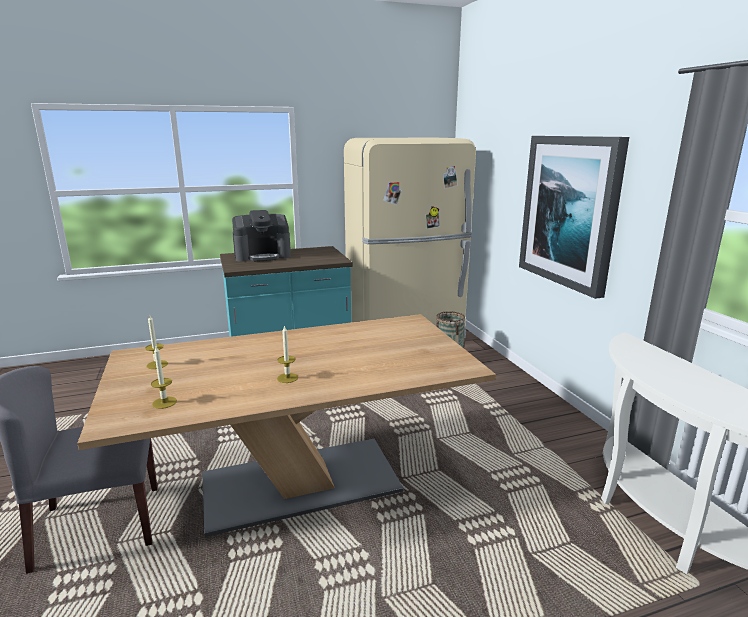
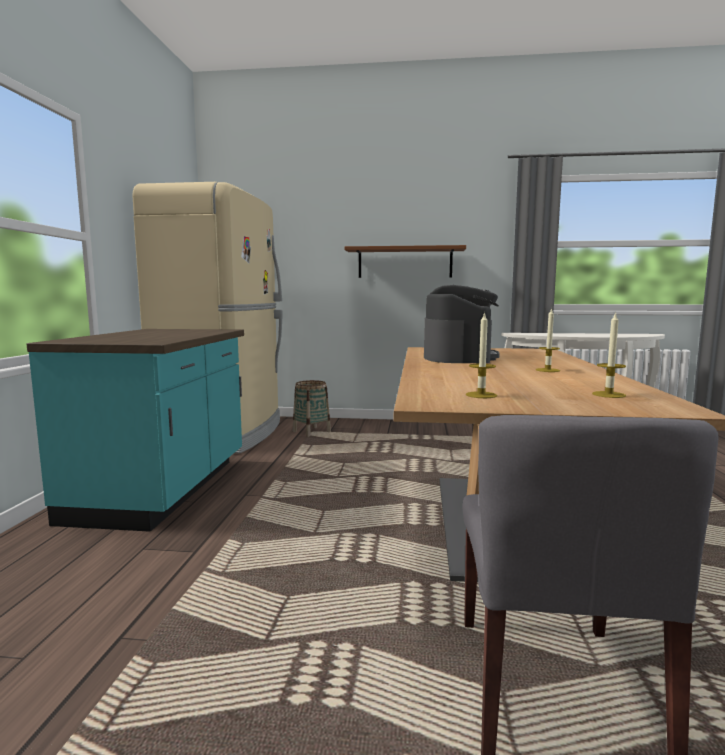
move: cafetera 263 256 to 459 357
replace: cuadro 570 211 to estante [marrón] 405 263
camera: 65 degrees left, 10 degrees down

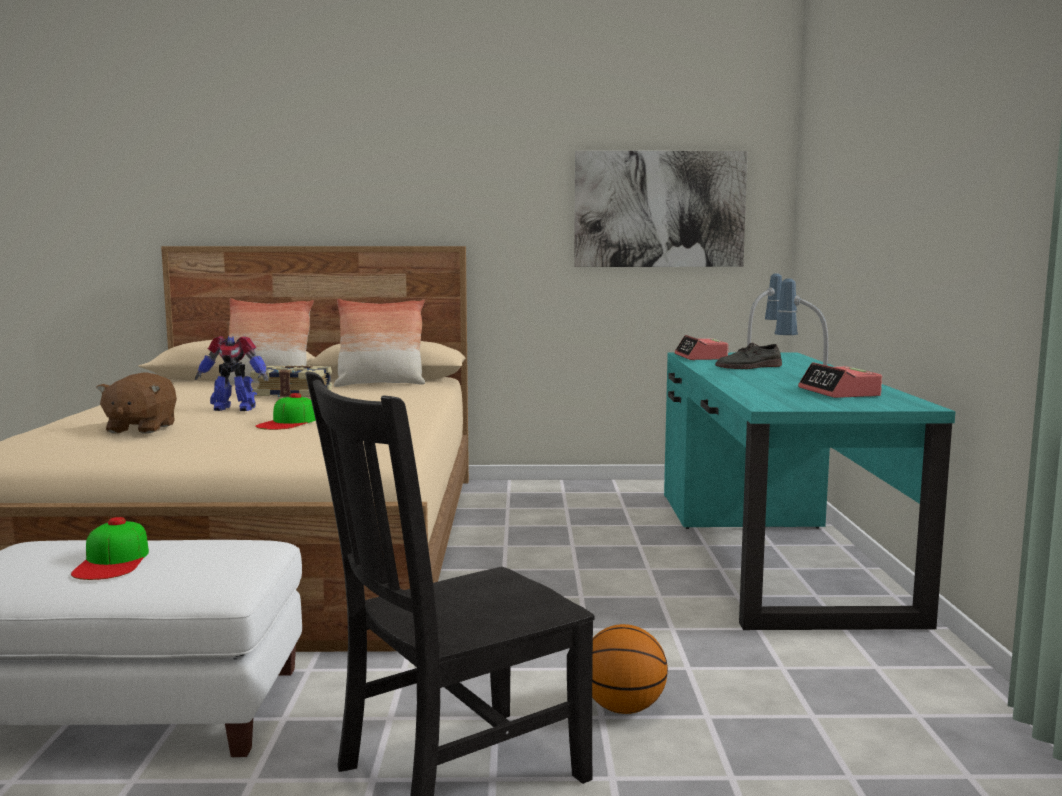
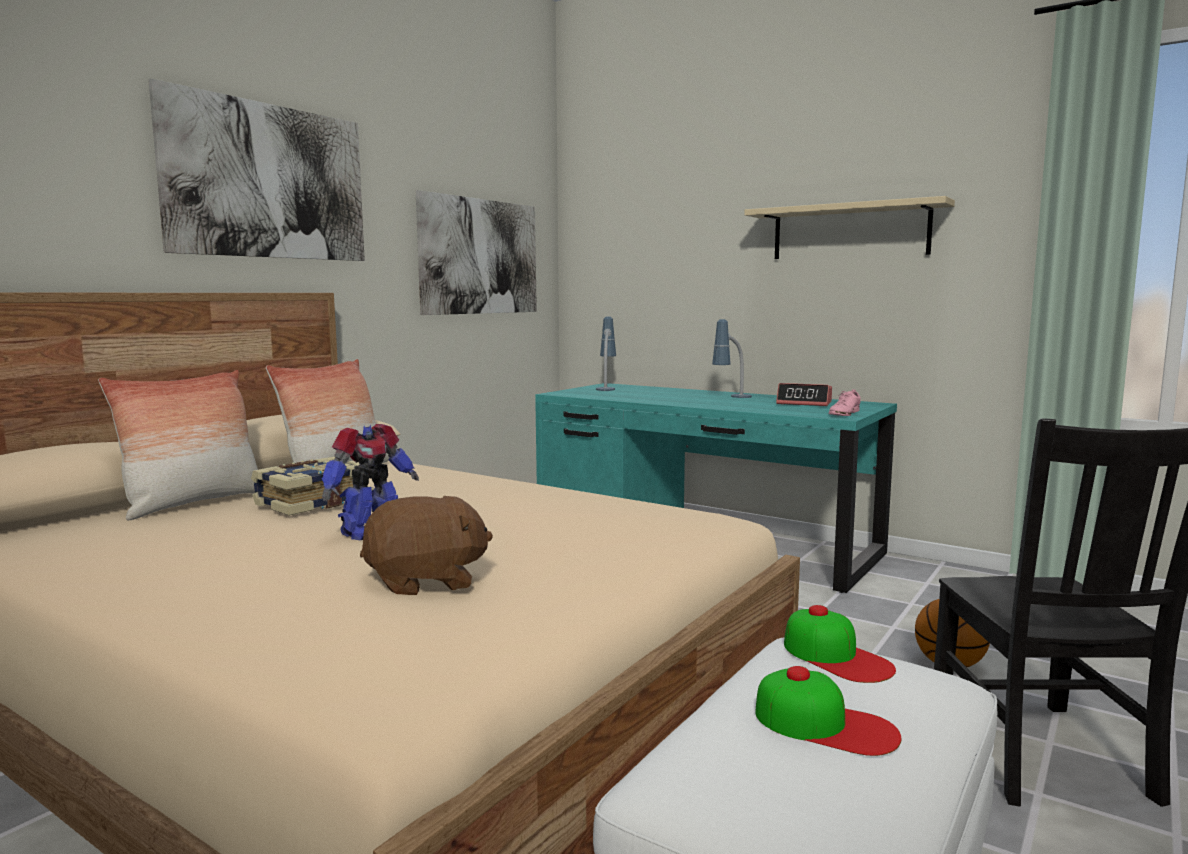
delete: despertador 701 357; zapato [gris] 749 367
insert: cuadro 268 181; estante [beis] 849 232; zapato [rosa] 844 414
move: gorra 288 422 to 836 656
rotate: peluche [marrón] 140 428 = 426 582 60 degrees counterclockwise
camera: 55 degrees left, 0 degrees up

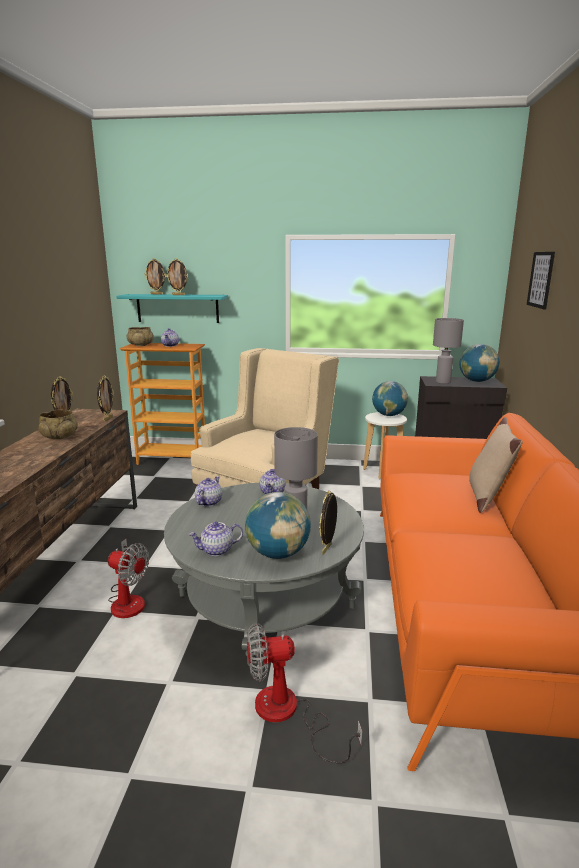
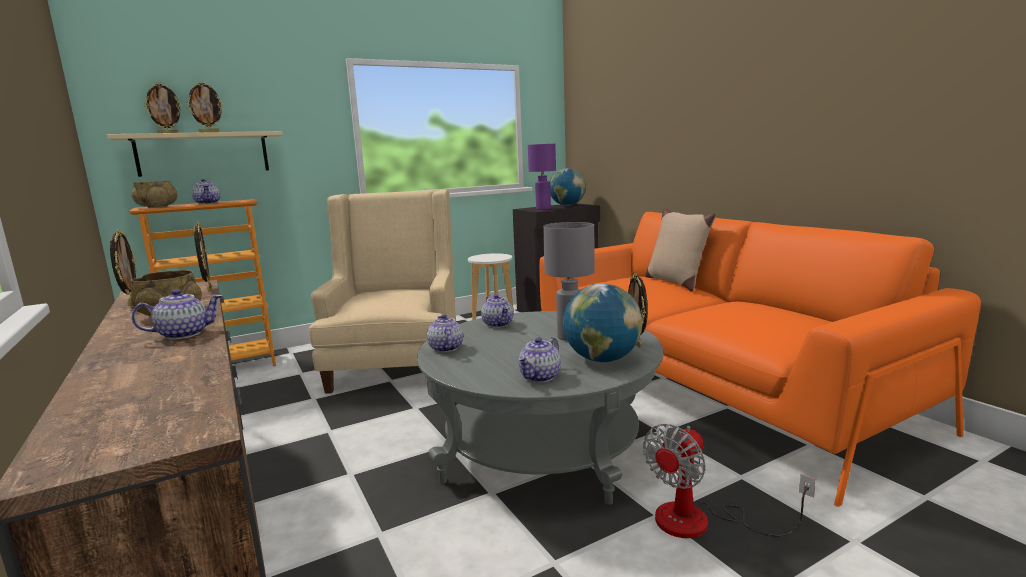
delete: ventilador 128 599; globo terráqueo 389 415; cuadro 540 279
insert: tetera 184 334
recolor: estante [turquesa] 177 308 to estante [beis] 203 154; lámpara de mesa [gris] 443 382 to lámpara de mesa [morado] 543 209
camera: 35 degrees left, 5 degrees down

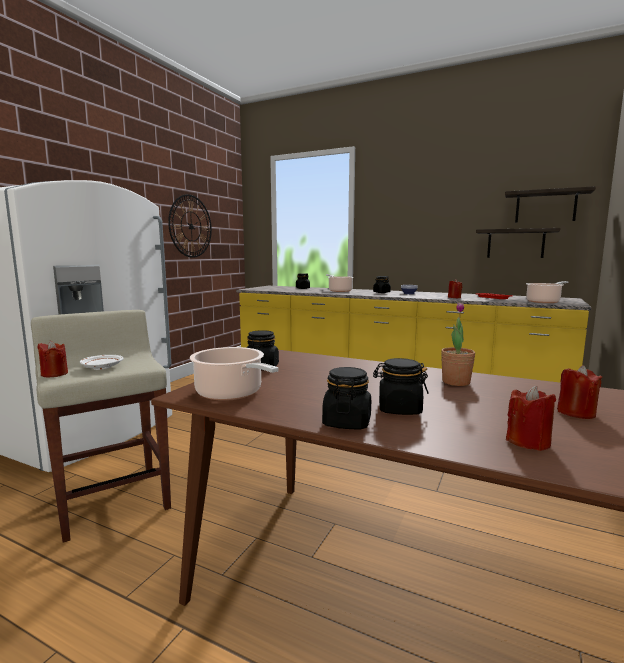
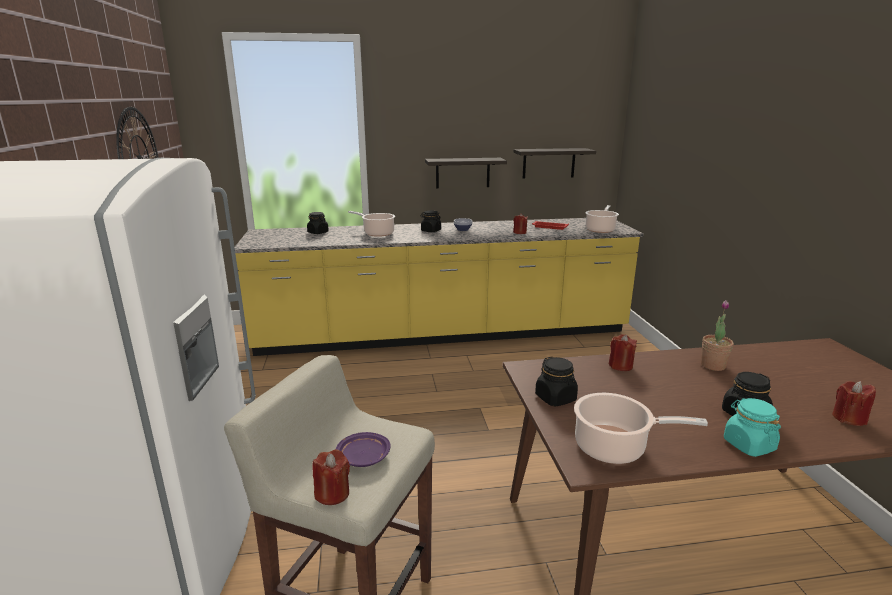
move: estante 545 207 to 462 173; vela [rojo] 576 412 to 620 366
recolor: plato [blanco] 102 367 to plato [morado] 363 457; tarro [negro] 347 422 to tarro [turquesa] 748 445
camera: 35 degrees left, 10 degrees up

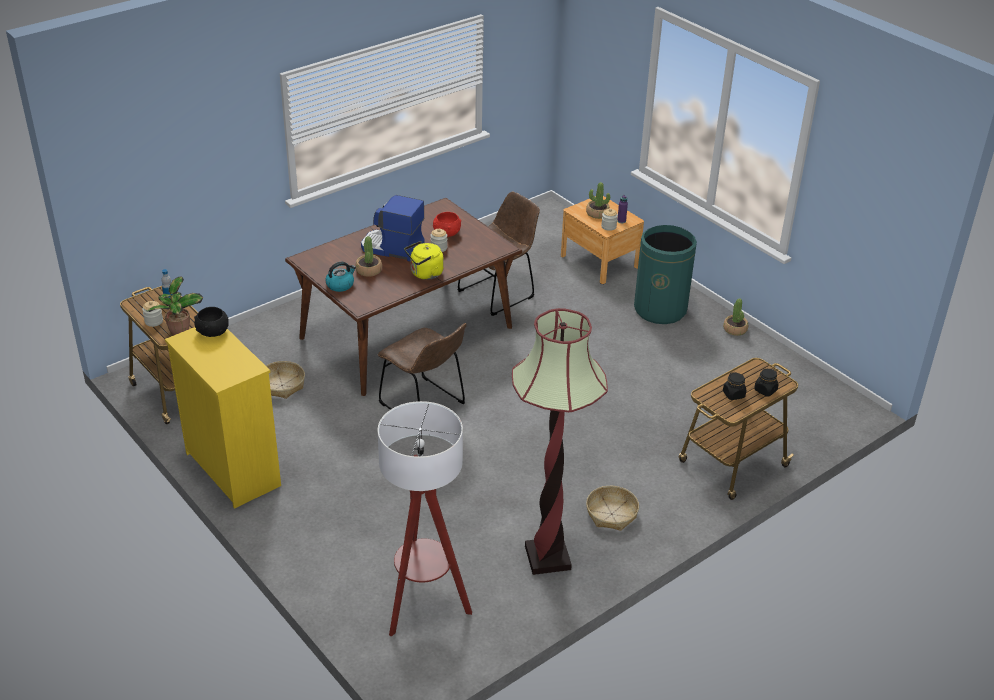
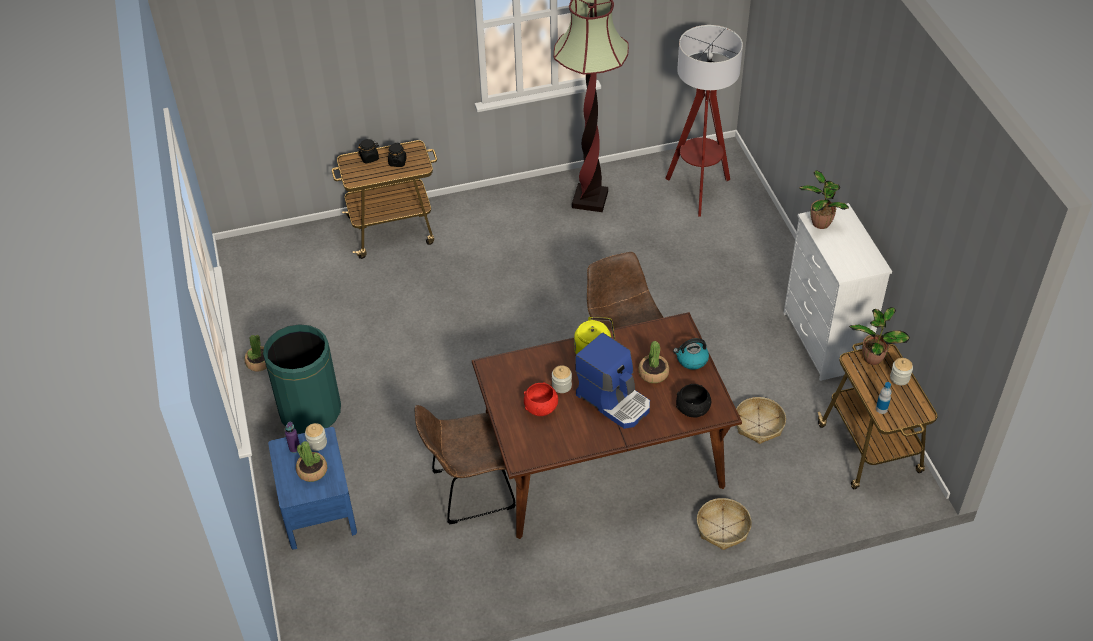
insert: planta en maceta 819 222
move: cuenco [negro] 213 331 to 692 409; cesta 611 514 to 723 528
recolor: cómoda [amarillo] 233 468 to cómoda [blanco] 824 342; mesita de noche [marrón] 599 261 to mesita de noche [azul] 318 508
camera: 155 degrees left, 10 degrees up

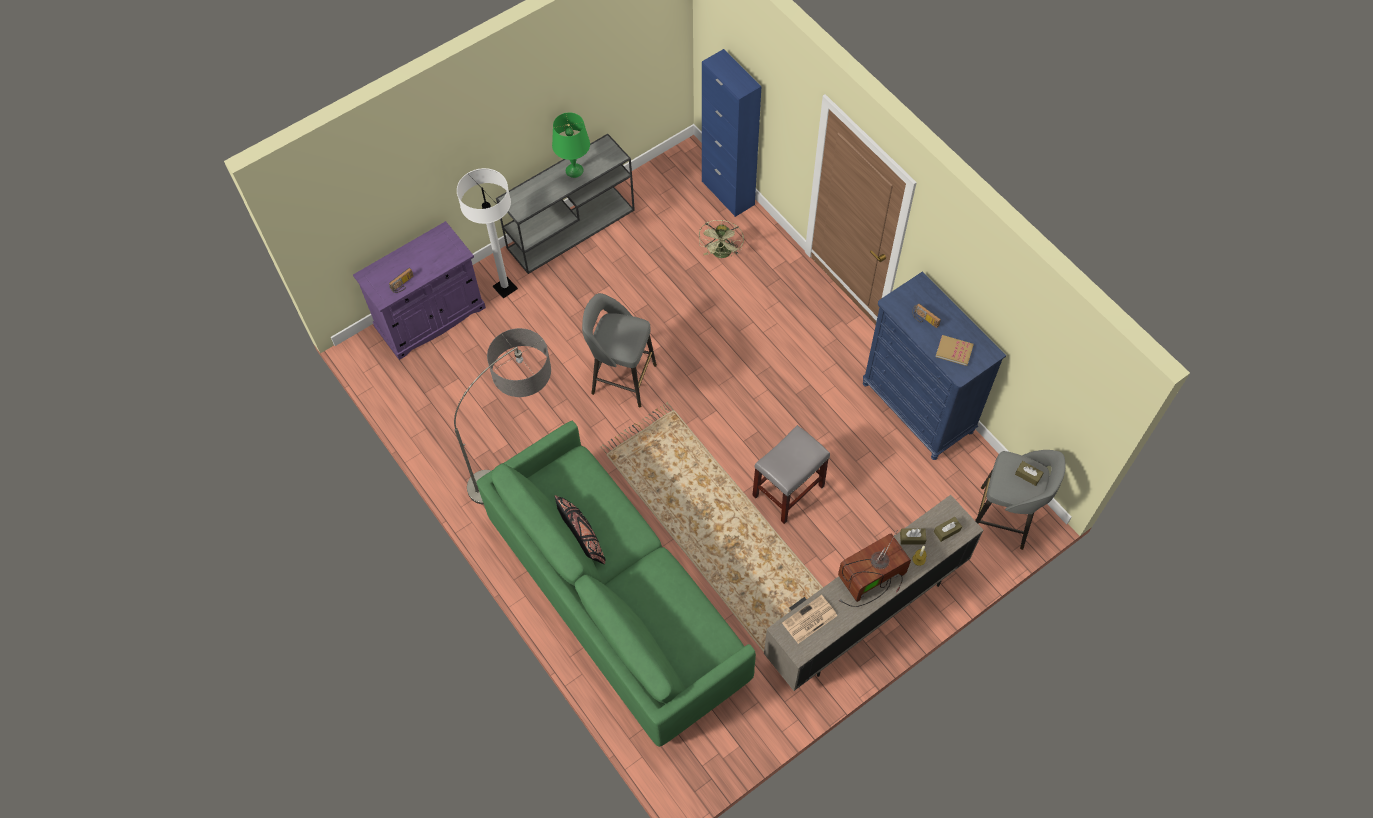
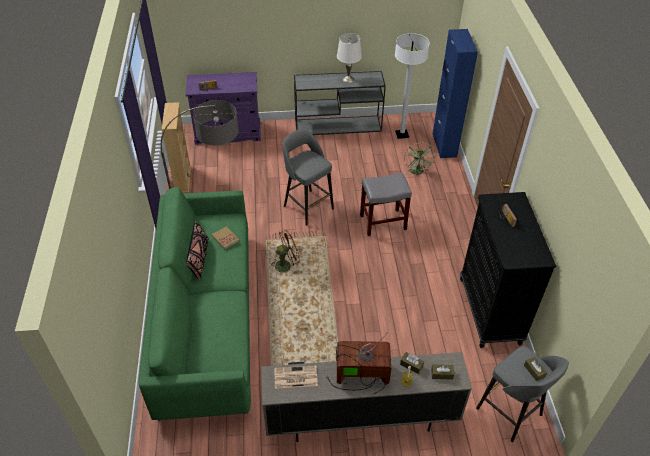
insert: estantería [beis] 183 179; ventilador [marrón] 286 265
move: lámpara de pie [blanco] 505 288 to 402 134; taburete [gris] 788 490 to 383 222; libro 954 351 to 225 238
recolor: lámpara de mesa [verde] 574 170 to lámpara de mesa [blanco] 348 79; cómoda [azul] 917 408 to cómoda [negro] 490 311
rotate: ventilador [verde] 722 254 = 417 172 45 degrees counterclockwise
camera: 30 degrees right, 15 degrees down

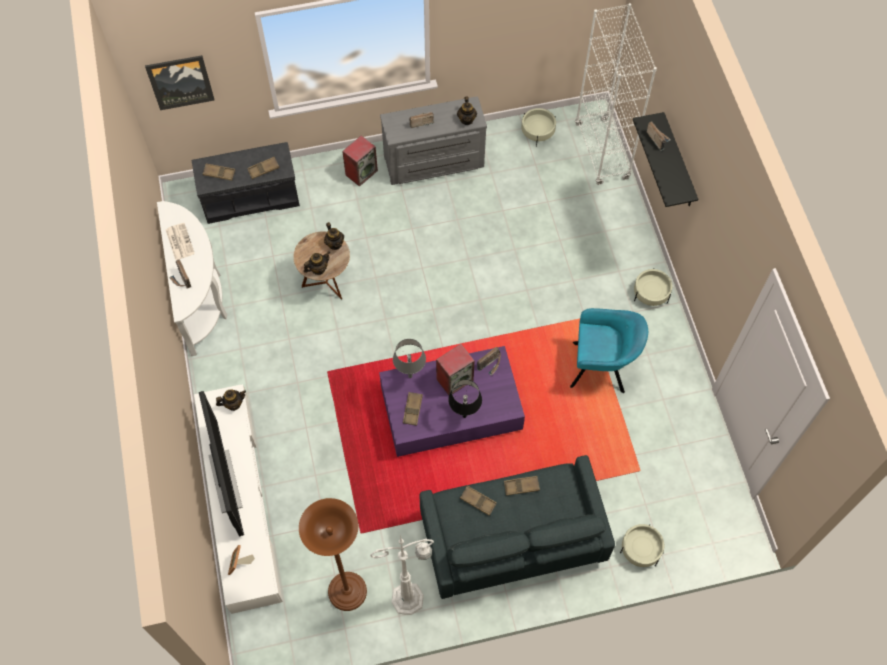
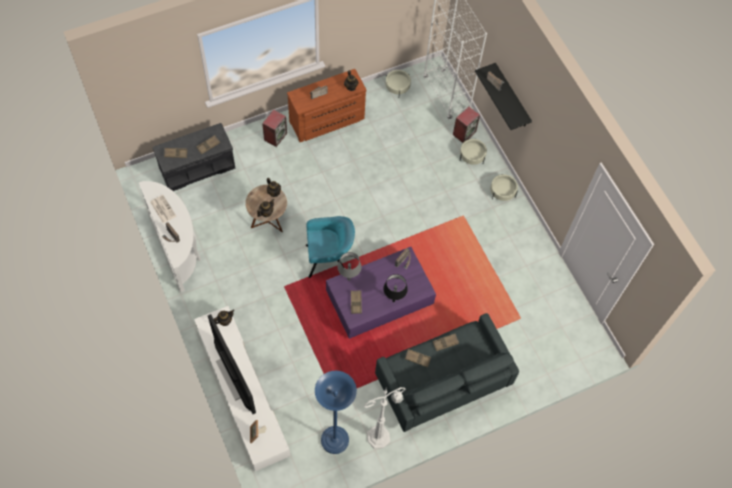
delete: cuadro 180 81
move: altavoz 455 379 to 464 133; sillón [turquesa] 601 367 to 329 259; maceta [beis] 640 549 to 472 156
recolor: lámpara de pie [marrón] 347 592 to lámpara de pie [azul] 334 440; cómoda [gris] 434 163 to cómoda [marrón] 327 121
camera: 15 degrees left, 0 degrees up

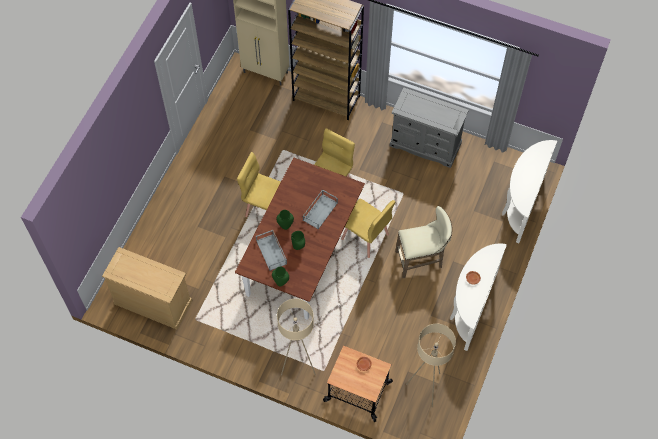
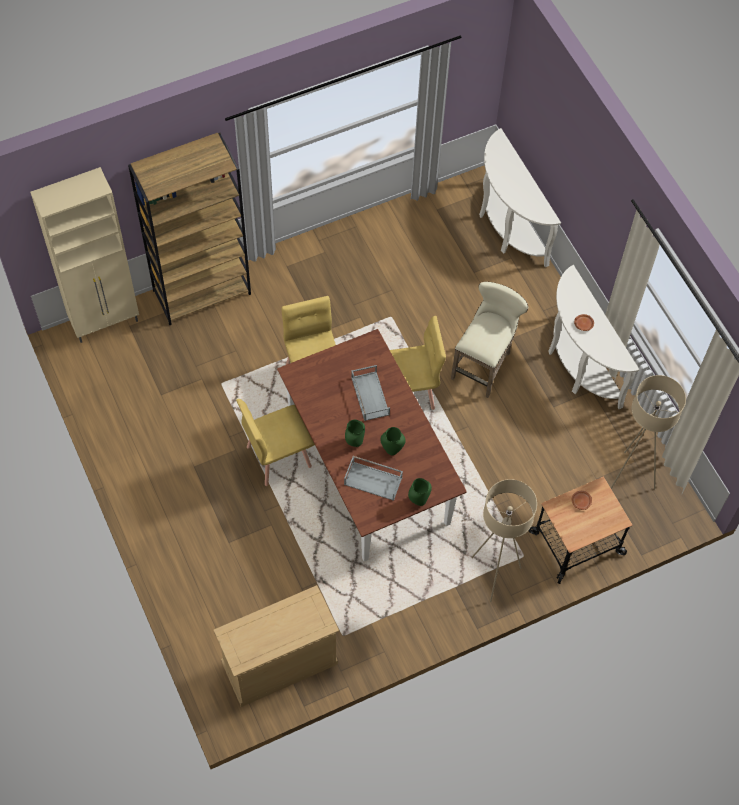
delete: cómoda [gris] 425 145
camera: 50 degrees left, 0 degrees up

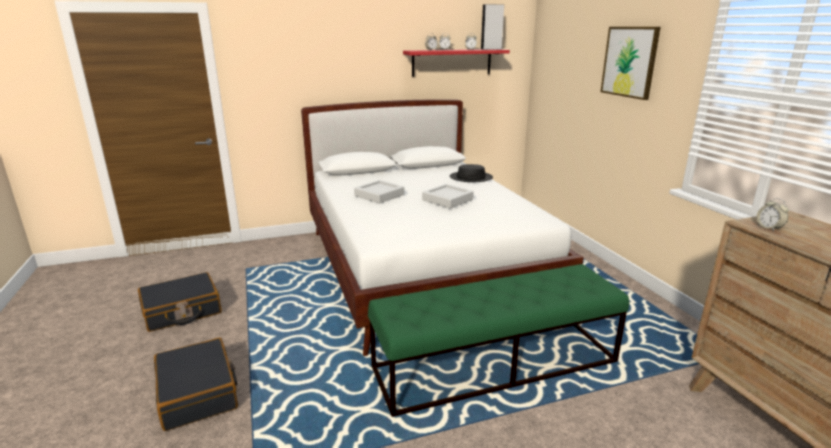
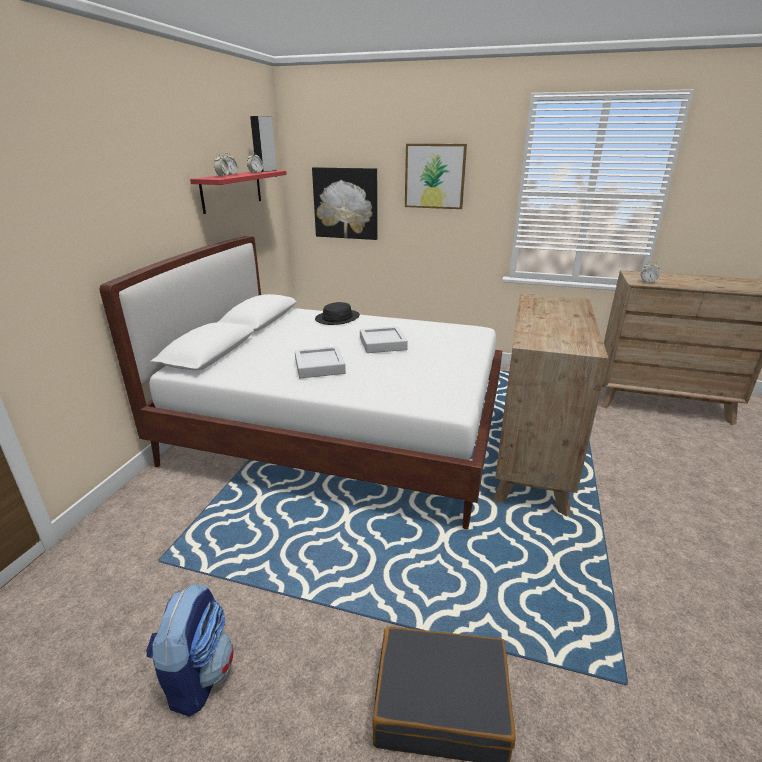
insert: cuadro 346 203
replace: maleta [negro] 182 311 to mochila 198 675; banco [verde] 496 364 to cómoda [marrón] 531 463
camera: 55 degrees left, 5 degrees up

